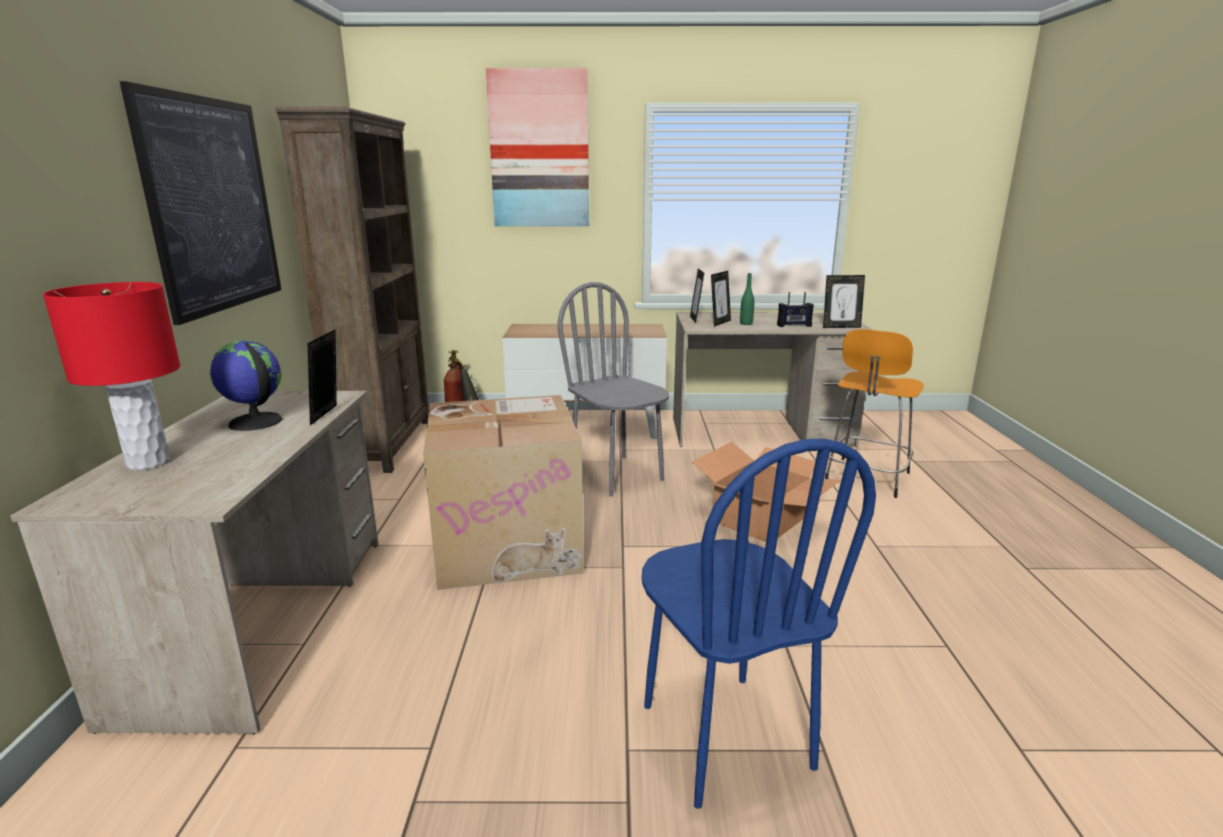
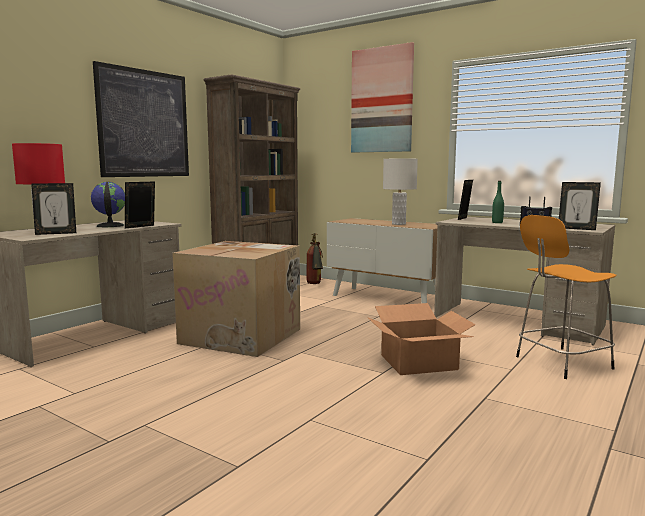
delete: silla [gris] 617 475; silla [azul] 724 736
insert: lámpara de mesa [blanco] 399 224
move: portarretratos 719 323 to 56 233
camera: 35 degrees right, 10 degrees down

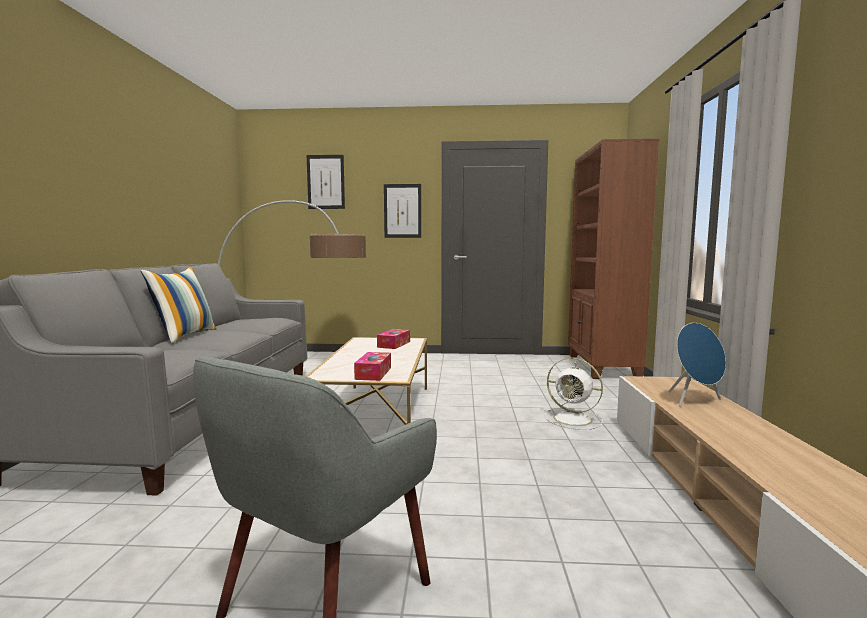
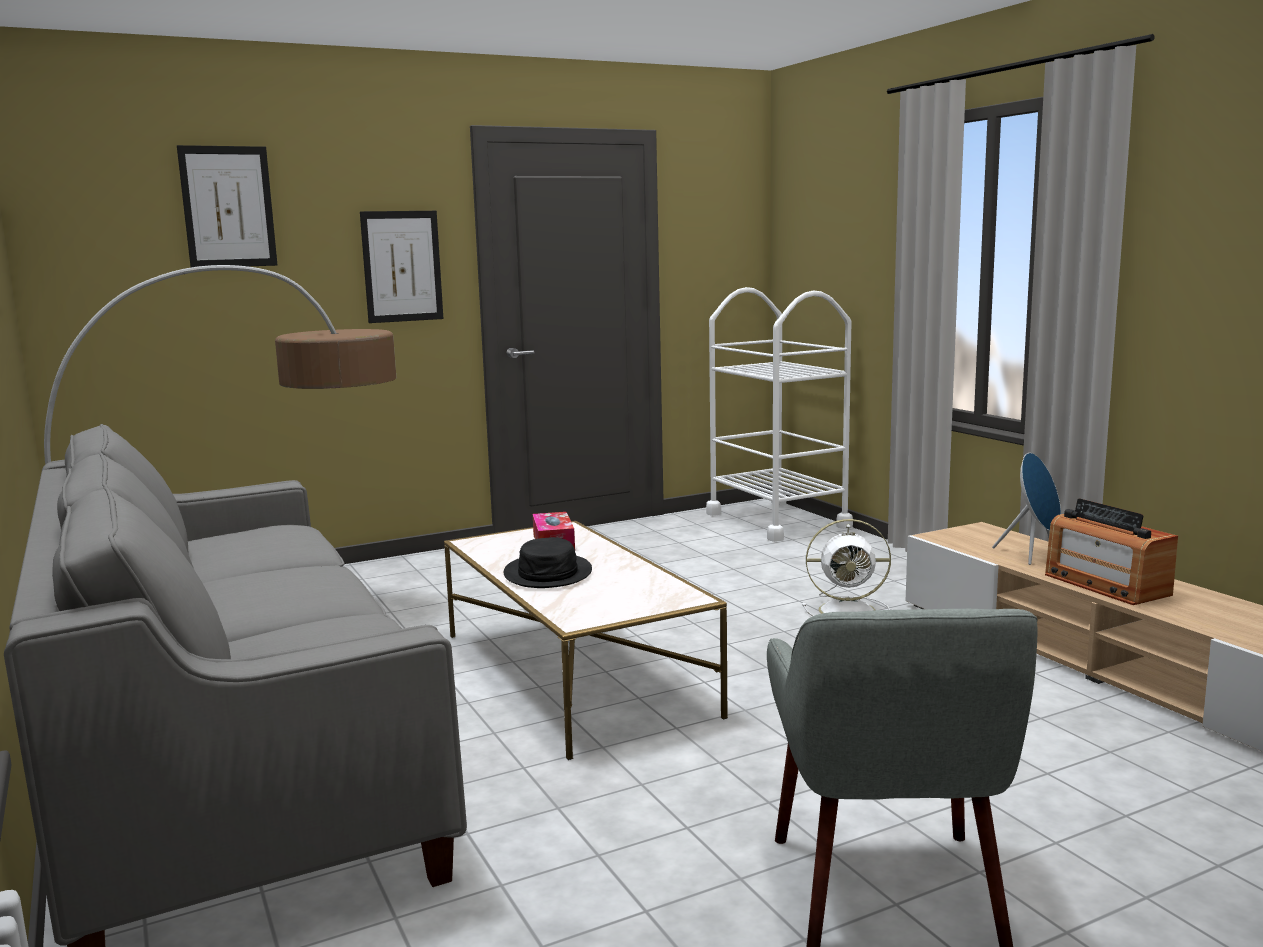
delete: cojín 184 335; caja de pañuelos 373 373
insert: sombrero [negro] 548 573; radio 1105 585
replace: estantería [marrón] 602 366 to carrito [blanco] 777 520
camera: 30 degrees left, 5 degrees up

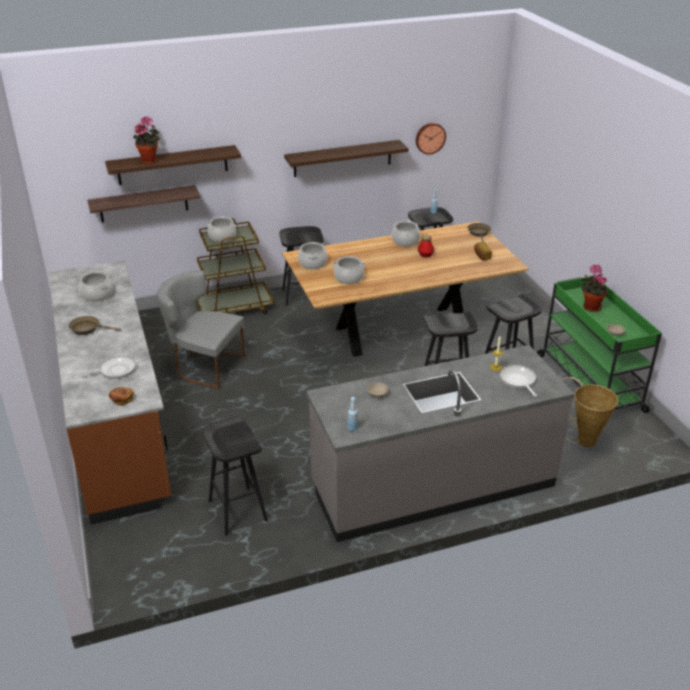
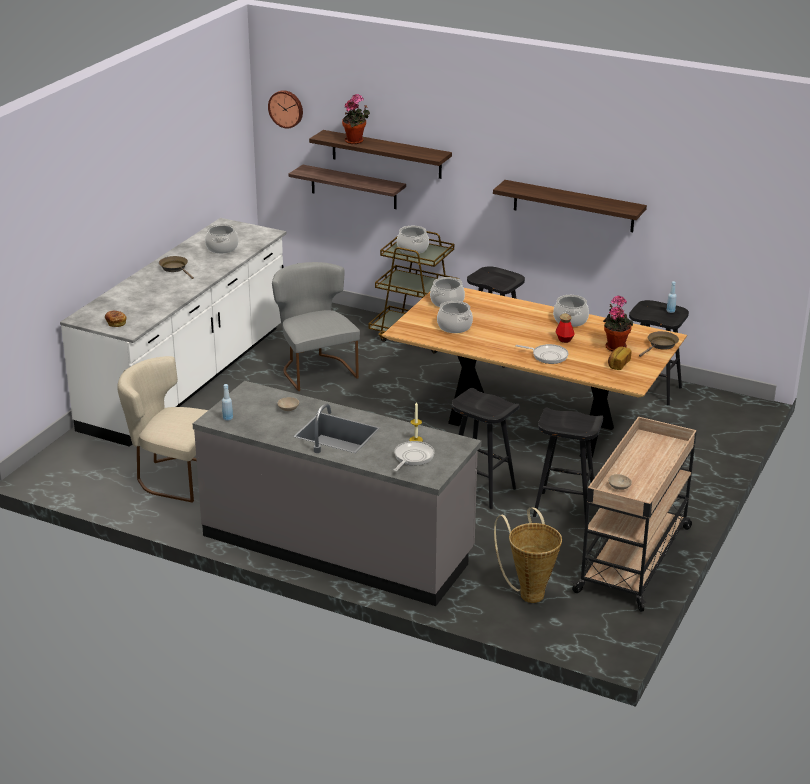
move: sartén 115 370 to 547 356; reloj de pared 430 138 to 286 108; planta en maceta 590 307 to 615 346
replace: taburete [negro] 236 510 to silla [beis] 173 476
recolor: mueble bajo de cocina [marrón] 117 424 to mueble bajo de cocina [blanco] 188 378; carrito [verde] 589 382 to carrito [beis] 634 558
camera: 45 degrees right, 5 degrees down

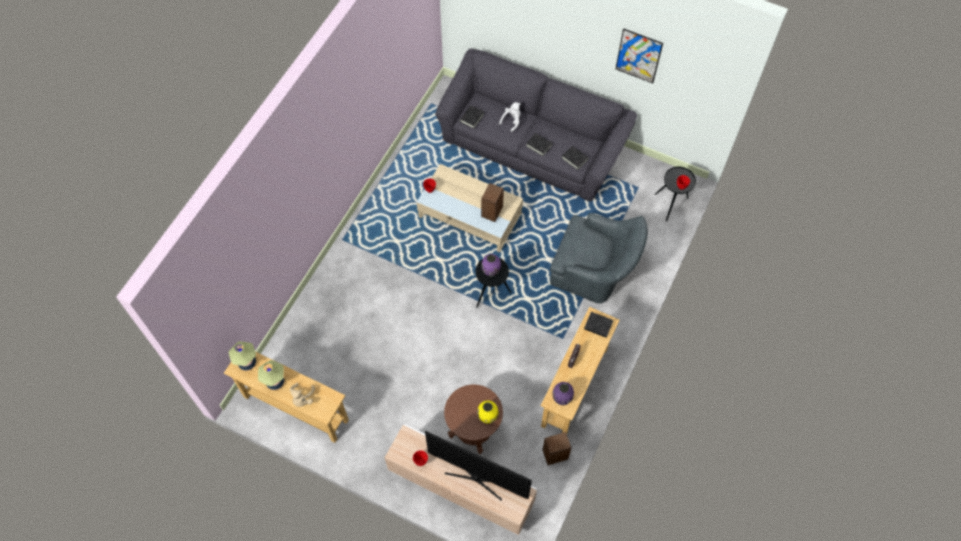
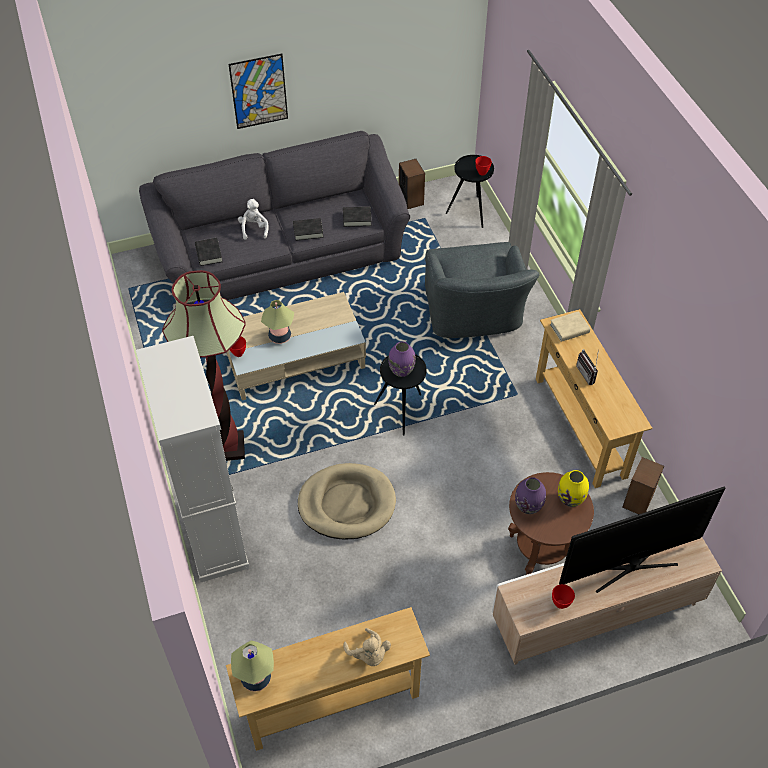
insert: armario [blanco] 213 533; lámpara de pie 228 447; cama para perro [beis] 347 503
move: lámpara de mesa 275 382 to 280 336; altavoz 492 211 to 411 199; florero [morado] 562 398 to 528 506; cuadro 638 56 to 259 91
recolor: libro [negro] 598 326 to libro [beis] 569 329
rotate: sillón [gris] 594 271 = 473 315 105 degrees clockwise
camera: 45 degrees left, 10 degrees down

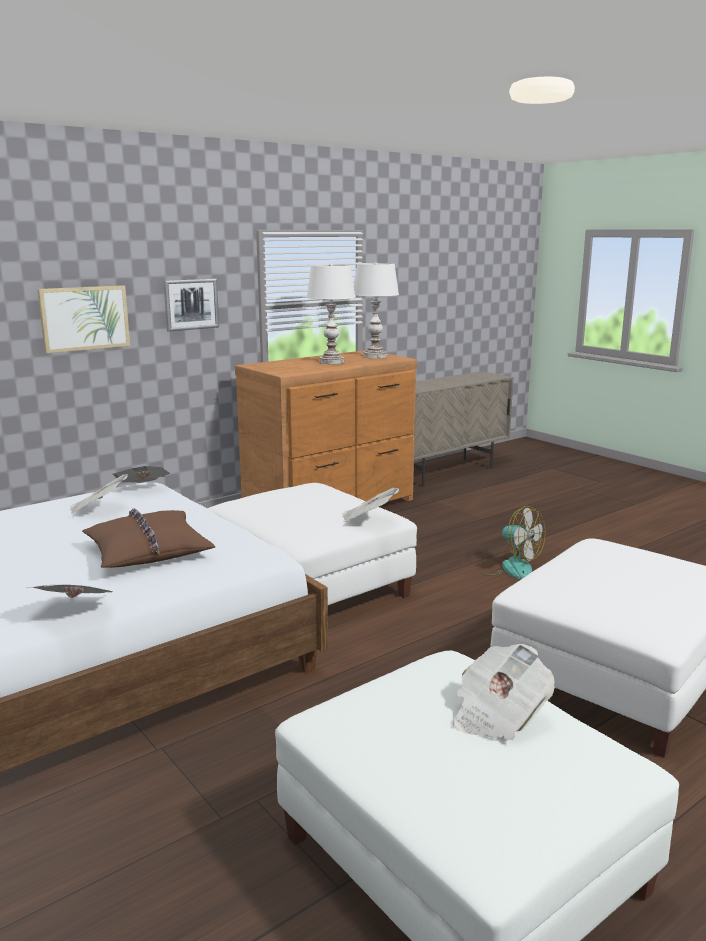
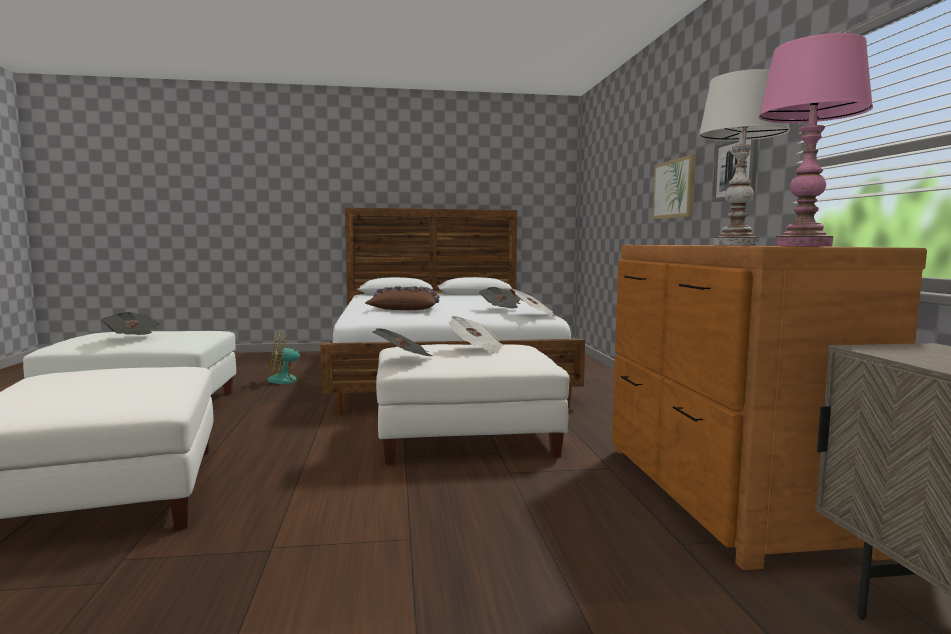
move: periódico 76 610 to 476 349; ventilador 509 567 to 289 380
recolor: lámpara de mesa [blanco] 375 356 to lámpara de mesa [rosa] 803 246
camera: 120 degrees right, 10 degrees down

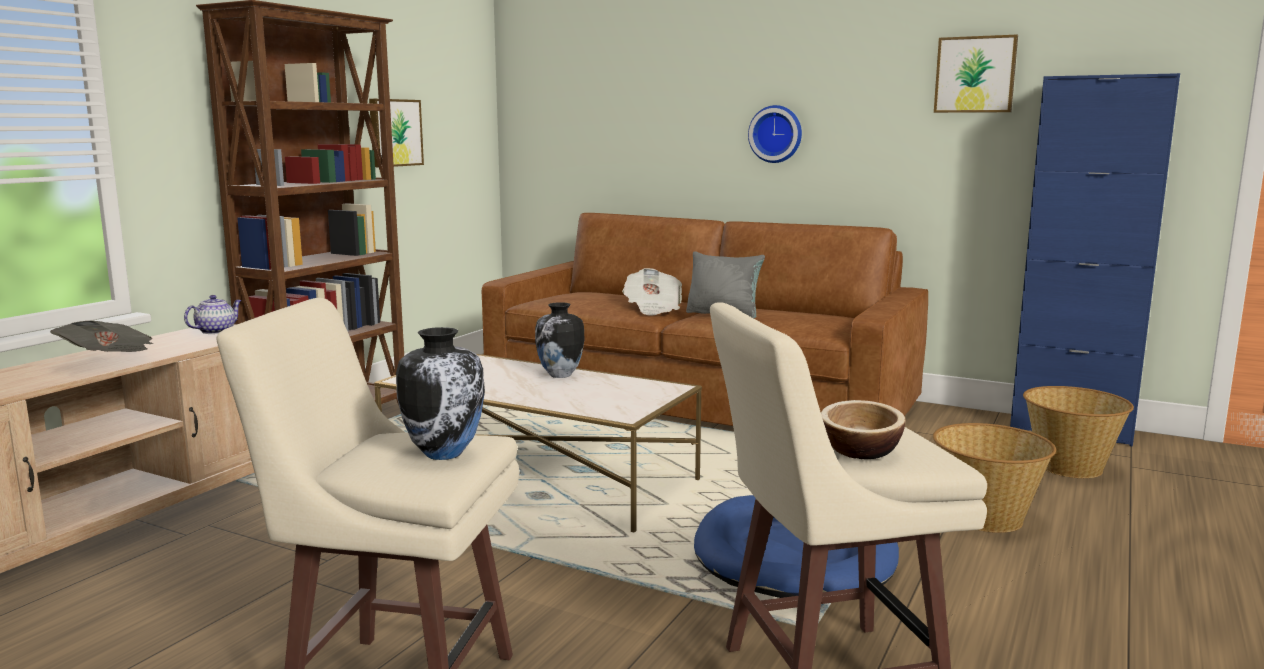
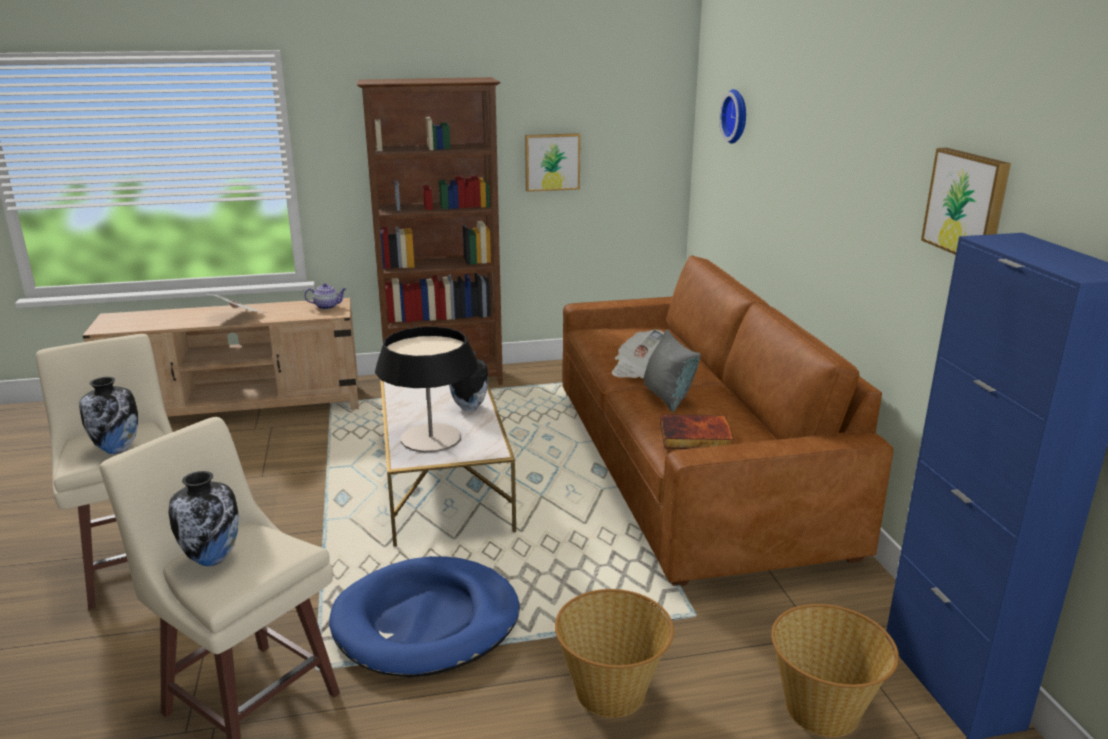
insert: lámpara de mesa 430 438; libro 695 437
move: reloj de pared 776 134 to 737 116
replace: cuenco 860 450 to florero 213 558
camera: 50 degrees right, 10 degrees up

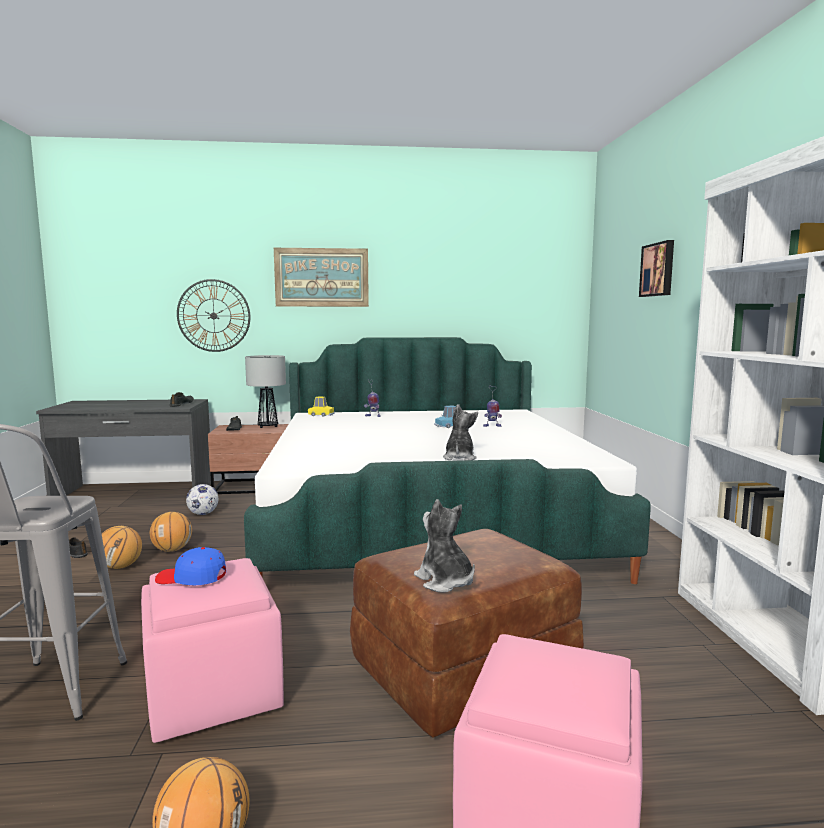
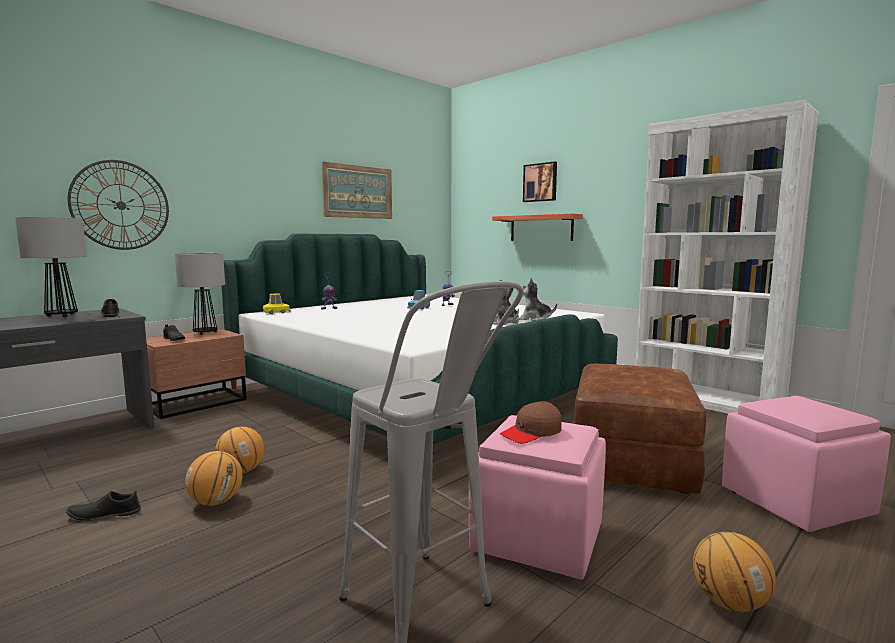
delete: balón de fútbol 203 514
insert: lámpara de mesa 61 315; estante 541 228
move: cuadro 321 277 to 358 192; peluche 445 581 to 534 319
recolor: gorra [azul] 192 578 to gorra [marrón] 532 433
camera: 40 degrees left, 0 degrees up

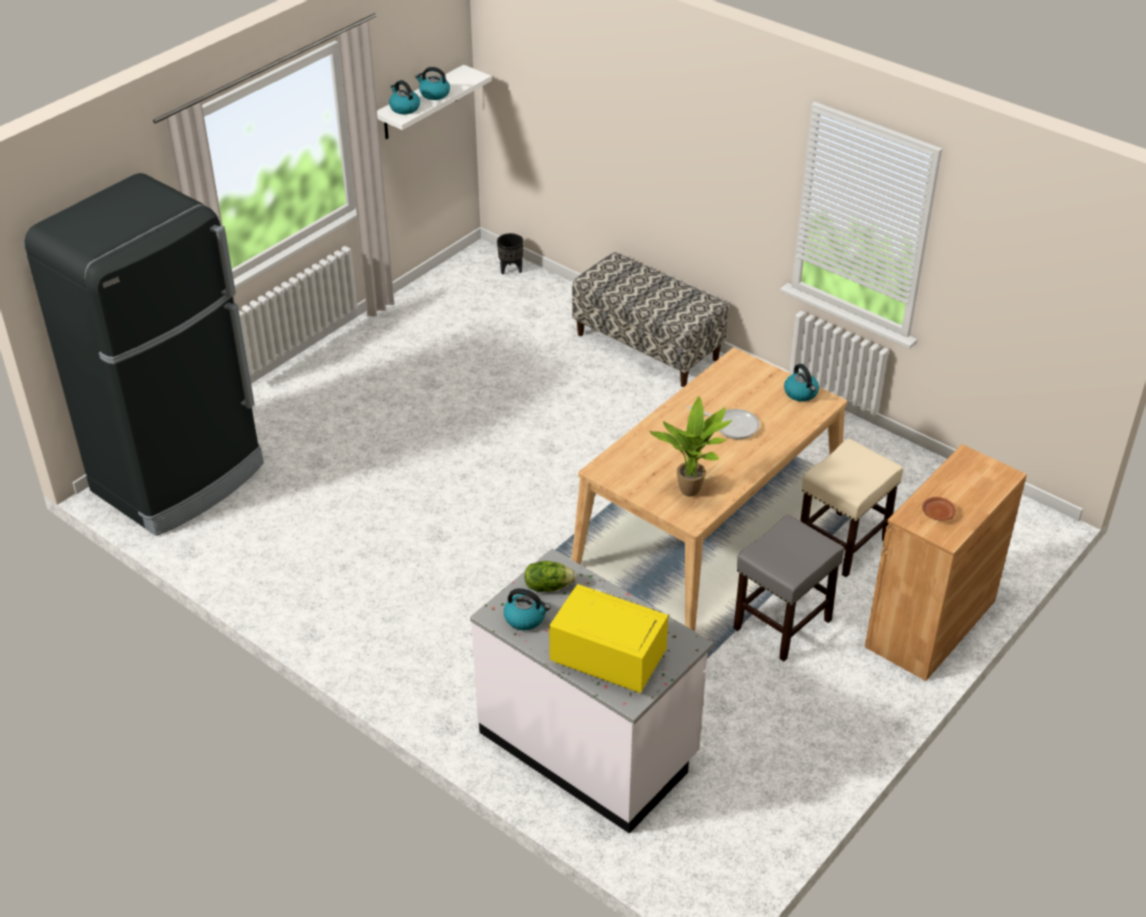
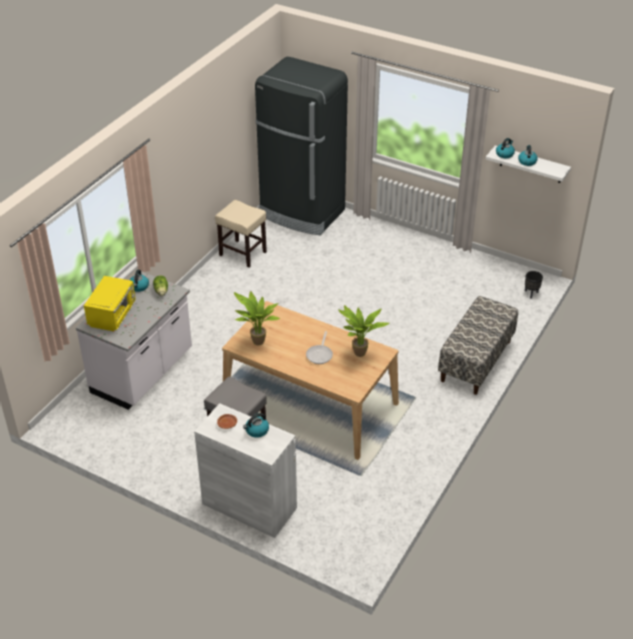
insert: planta en maceta 359 355
move: hervidor 801 393 to 256 431; taburete [beis] 842 544 to 242 253
recolor: armario [marrón] 930 624 to armario [blanco] 249 506
camera: 80 degrees right, 0 degrees up

